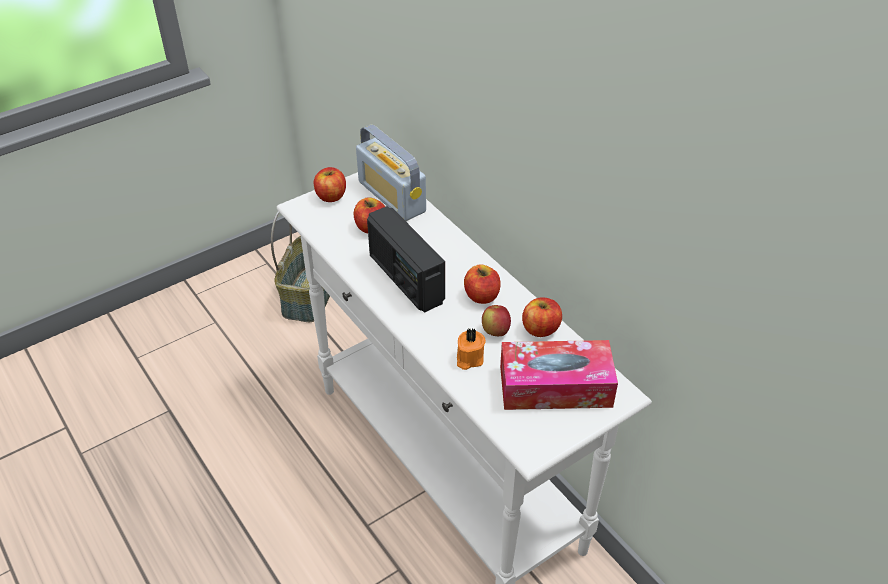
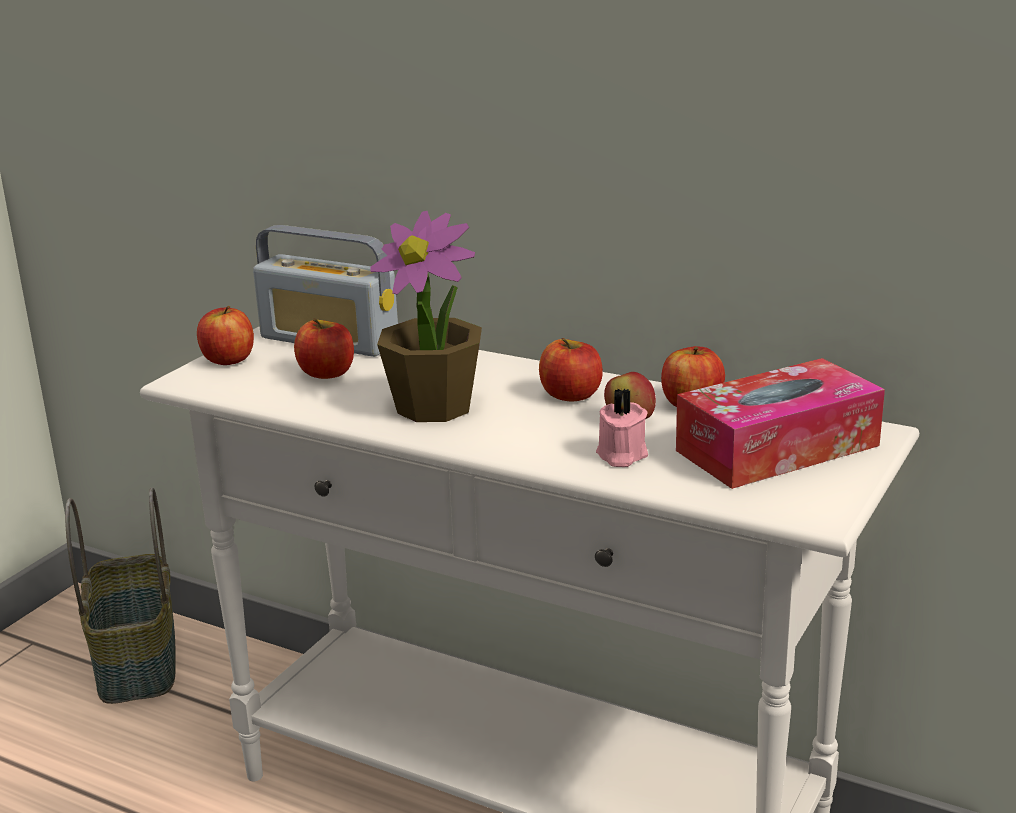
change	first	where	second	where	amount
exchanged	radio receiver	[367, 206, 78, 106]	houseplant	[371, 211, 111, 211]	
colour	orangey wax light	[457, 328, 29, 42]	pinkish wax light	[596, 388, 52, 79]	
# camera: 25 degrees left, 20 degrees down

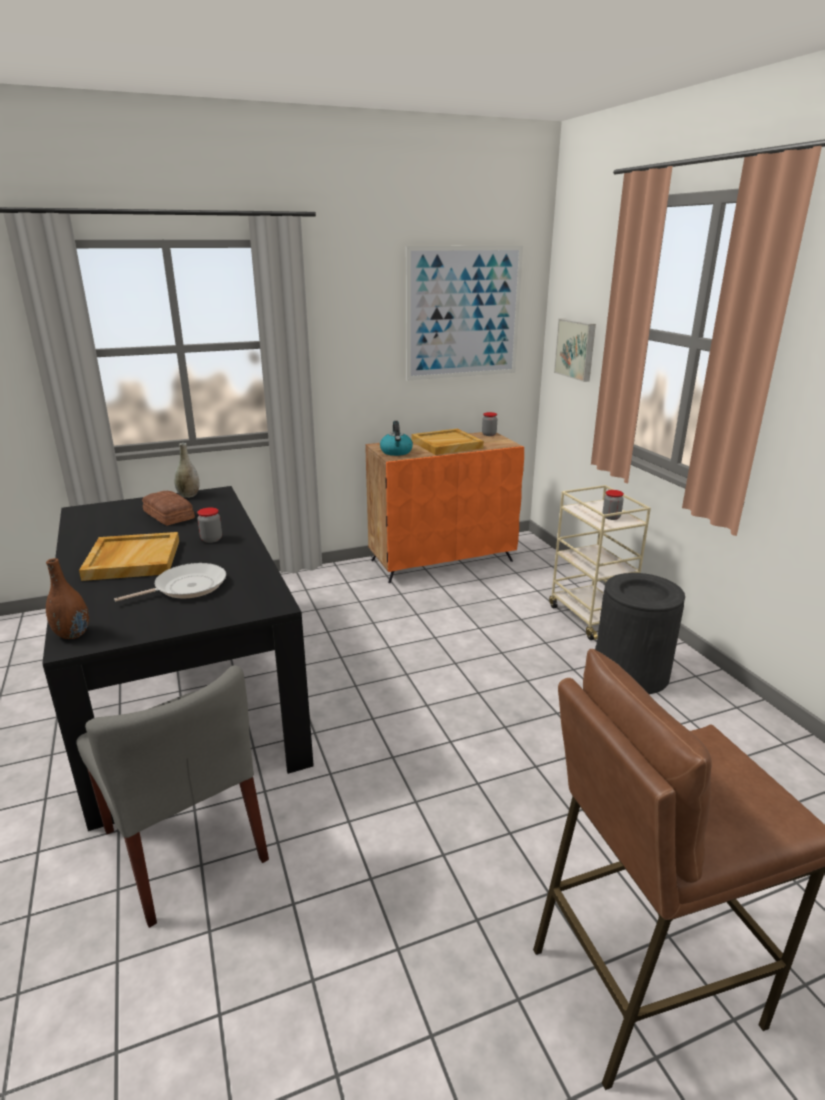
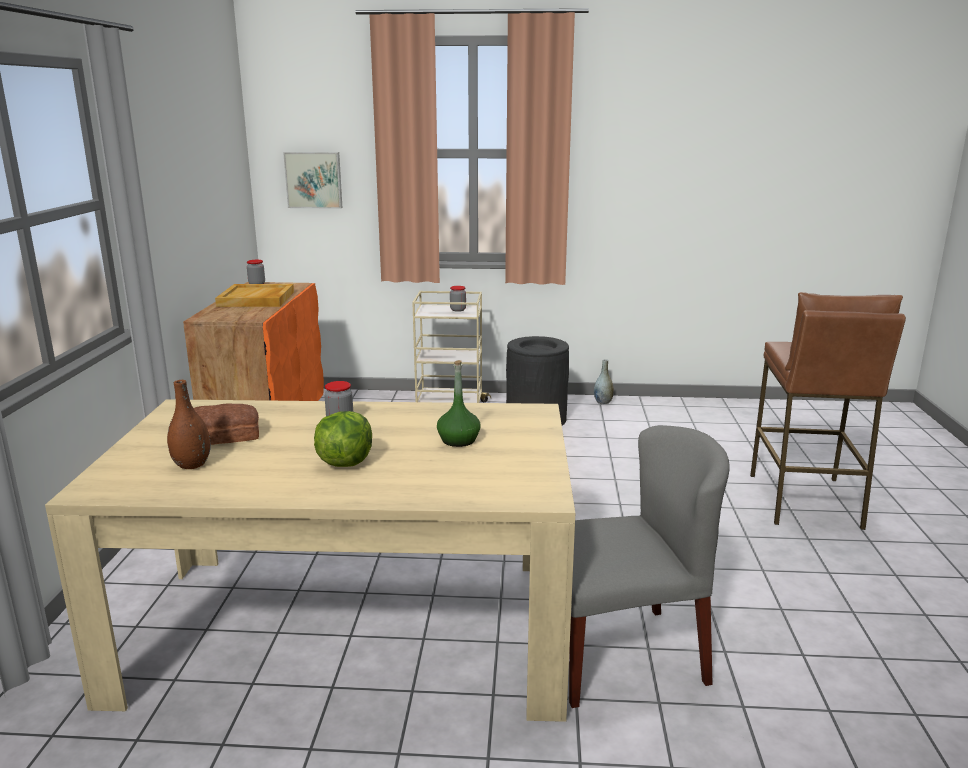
change	first	where	second	where	amount
missing	wall art	[406, 246, 117, 134]			
missing	tea kettle	[380, 421, 33, 35]			
relocated	gray vase	[174, 443, 26, 55]		[594, 359, 20, 45]	
colour	black dinner table	[42, 486, 272, 345]	sand-coloured dinner table	[45, 399, 530, 323]	
exchanged	sand-coloured carrying tray	[79, 532, 100, 49]	lettuce head	[314, 411, 58, 56]	
relocated	brown-coloured vase	[46, 558, 43, 81]		[167, 380, 44, 89]	
exchanged	frying pan	[114, 563, 112, 39]	green-coloured bottle	[437, 360, 44, 87]	
# camera: 65 degrees left, 5 degrees down

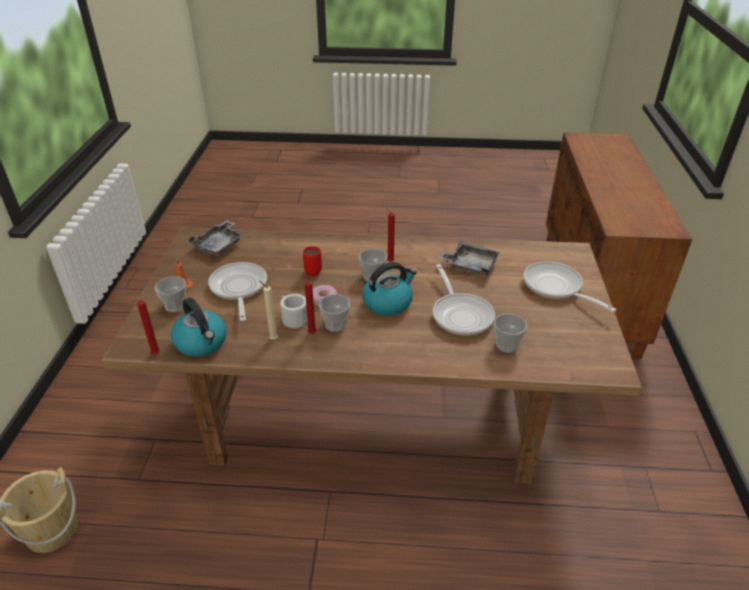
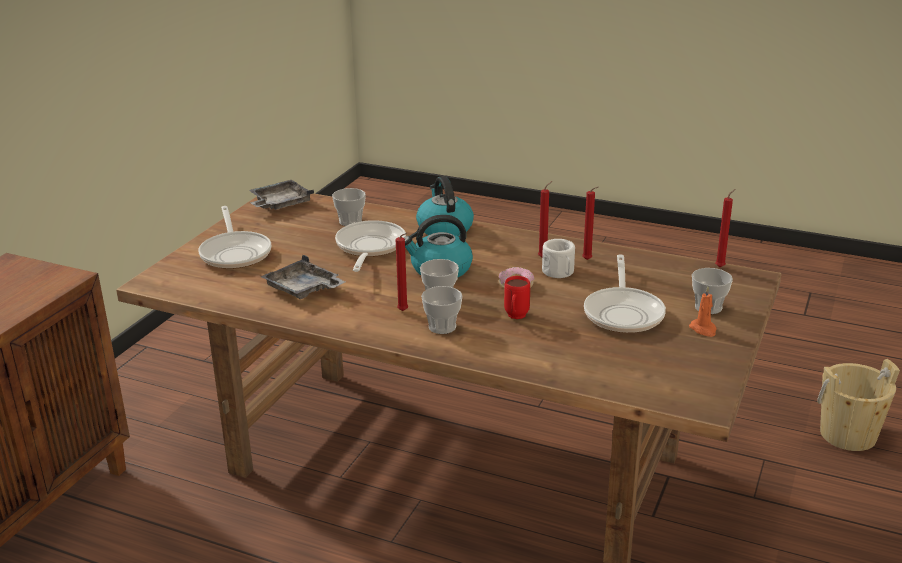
change	first	where	second	where	amount
relocated	gray carrying tray	[189, 220, 55, 36]		[249, 180, 65, 30]	
colour	sand-coloured wax light	[260, 281, 18, 58]	reddish wax light	[582, 187, 16, 73]	
relocated	cup	[319, 294, 31, 38]		[421, 286, 41, 48]	
relocated	tea kettle	[171, 297, 56, 60]		[416, 176, 58, 60]	
# camera: 160 degrees left, 10 degrees down

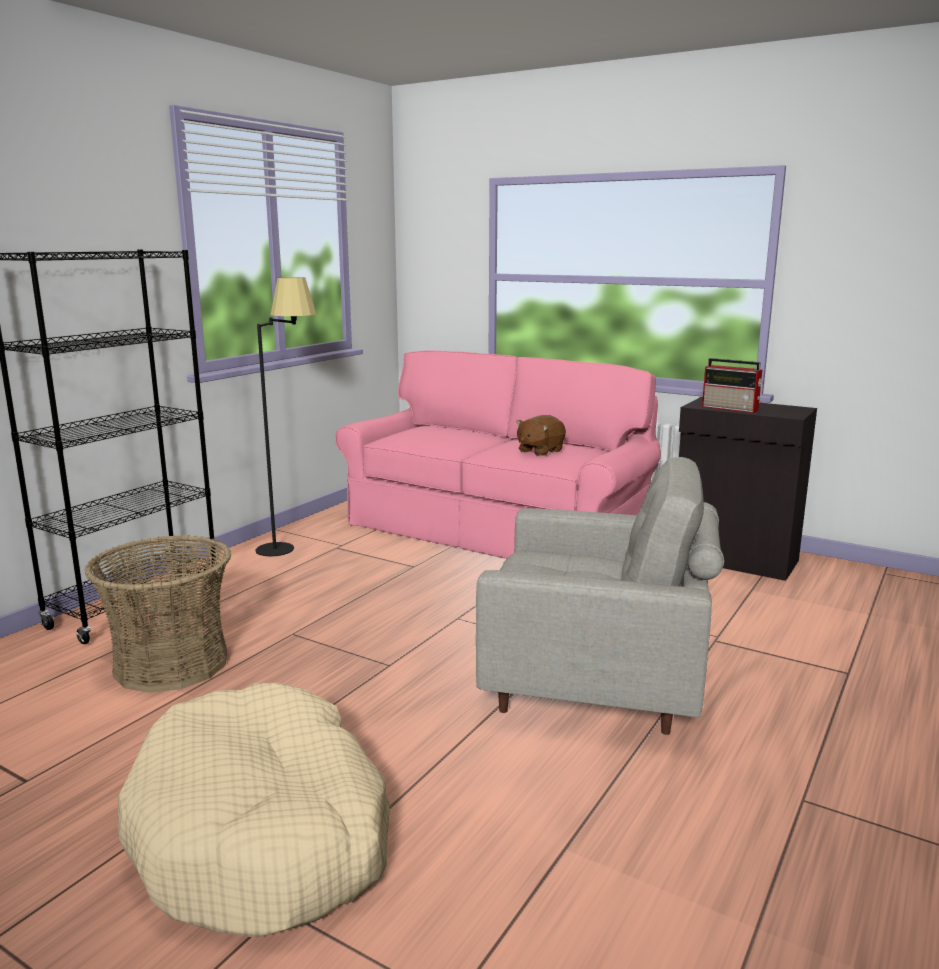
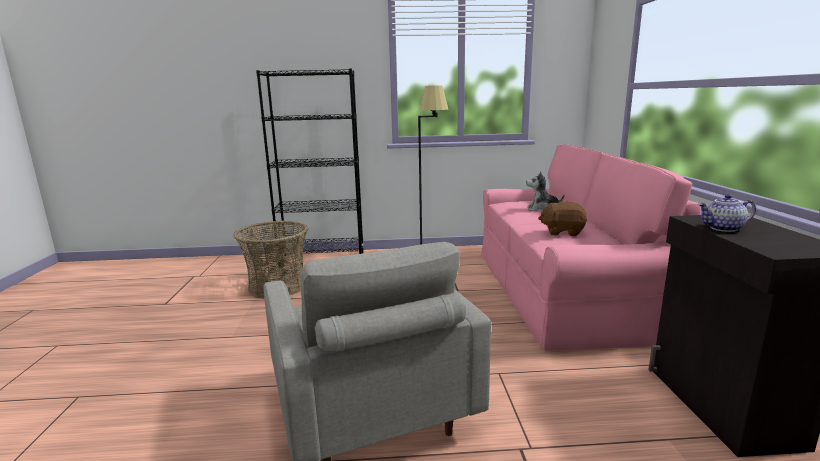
change	first	where	second	where	amount
exchanged	radio receiver	[702, 358, 62, 55]	pot for tea	[698, 194, 58, 38]	
missing	sand-coloured dog cushion	[118, 683, 272, 255]			
appeared			plush toy	[526, 172, 38, 40]	
# camera: 55 degrees right, 0 degrees up

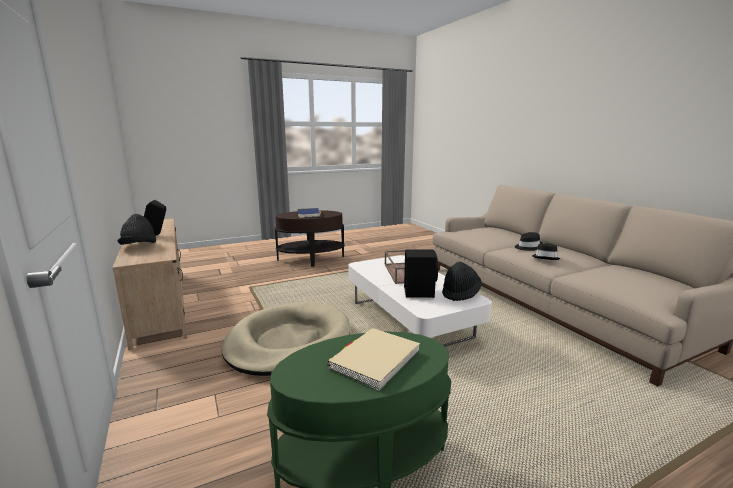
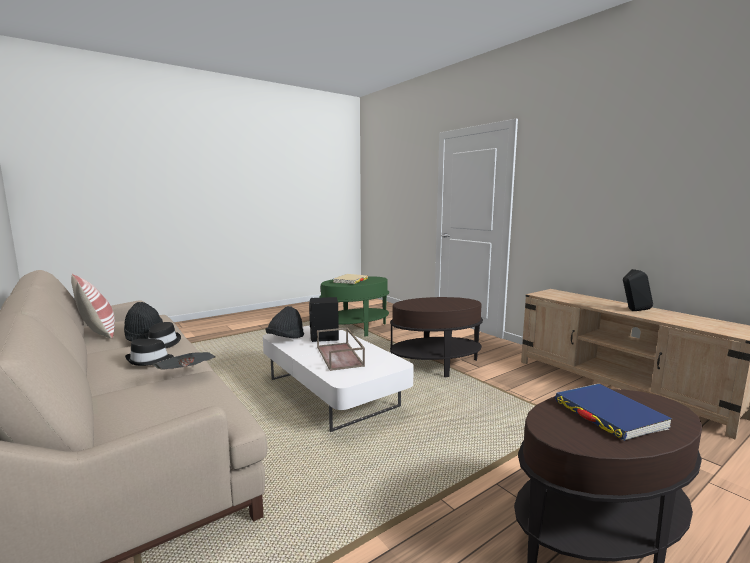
change	first	where	second	where	amount
relocated	black hat	[117, 214, 39, 31]		[124, 302, 39, 40]	
exchanged	sand-coloured dog cushion	[222, 302, 128, 74]	brown-coloured side table	[390, 297, 93, 80]	
appeared			pillow	[71, 274, 44, 65]	
appeared			newspaper	[152, 352, 64, 18]	
# camera: 170 degrees right, 5 degrees down

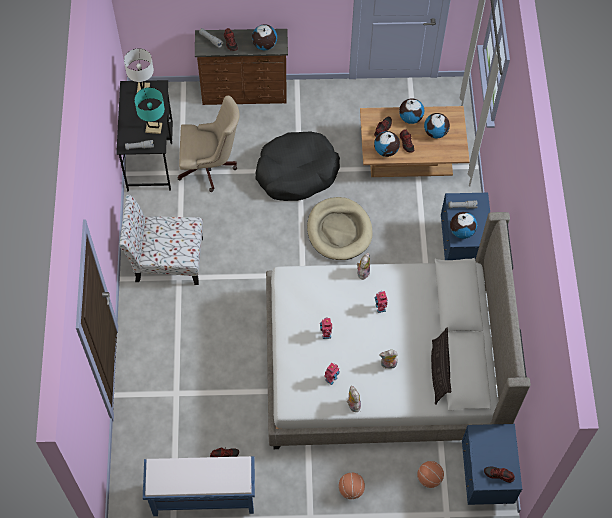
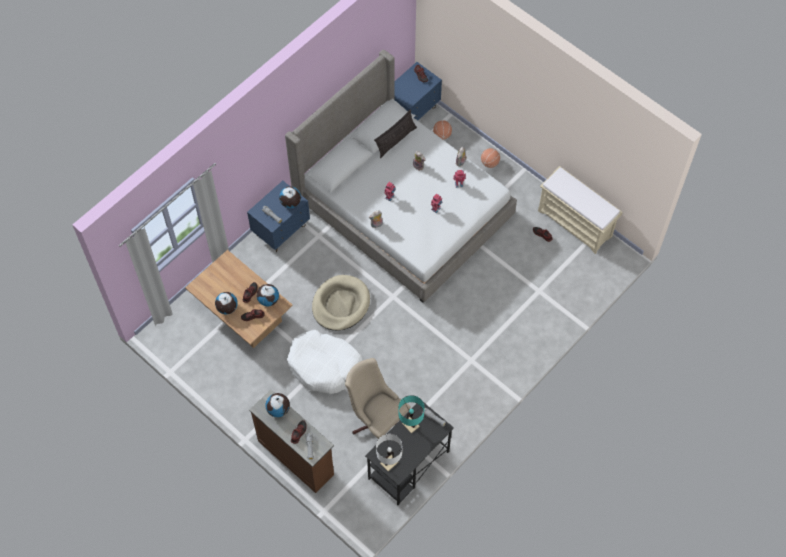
change	first	where	second	where	amount
missing	world globe	[424, 113, 26, 25]			
colour	black dog cushion	[255, 132, 85, 69]	whitish dog cushion	[287, 330, 76, 64]	
missing	plain chair	[119, 194, 84, 91]			
colour	bluish indoor bench	[143, 456, 112, 60]	sand-coloured indoor bench	[538, 166, 84, 88]	
# camera: 135 degrees left, 0 degrees up

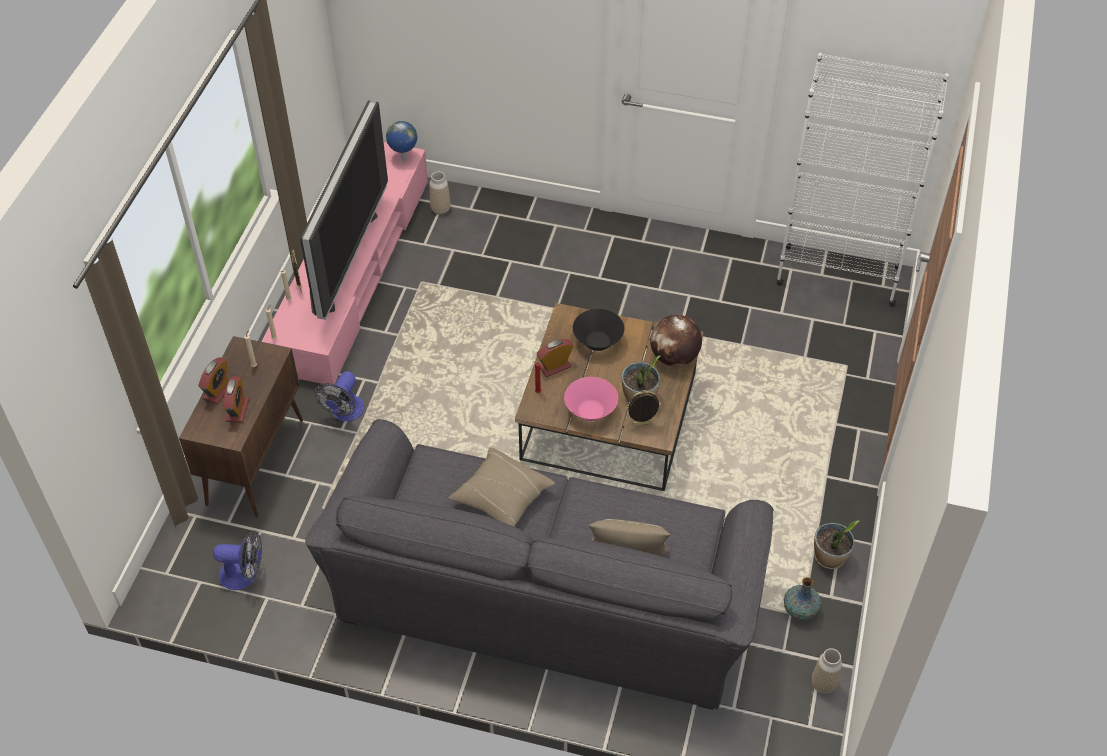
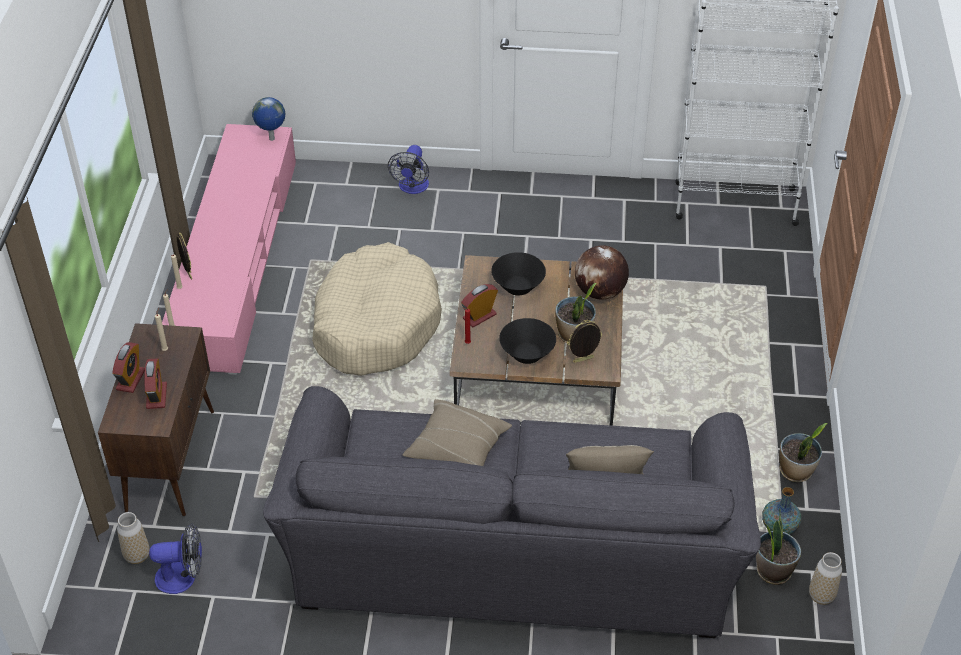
change	first	where	second	where	amount
missing	TV set	[300, 100, 88, 220]			
relocated	vase	[430, 171, 21, 44]		[117, 512, 33, 52]	
relocated	electric fan	[314, 371, 50, 50]		[388, 145, 41, 49]	
colour	pinkish deep dish	[564, 377, 54, 44]	black deep dish	[499, 318, 57, 46]	
appeared			sand-coloured dog cushion	[312, 242, 130, 134]	
appeared			houseplant	[756, 508, 45, 77]	
# camera: 10 degrees left, 5 degrees down

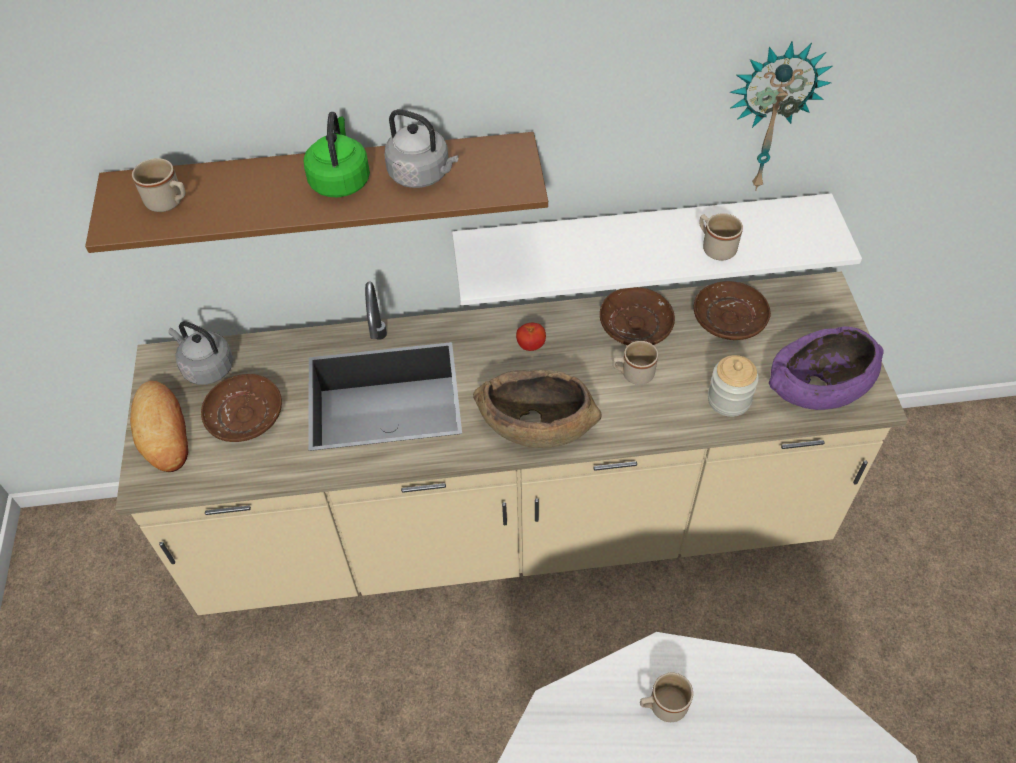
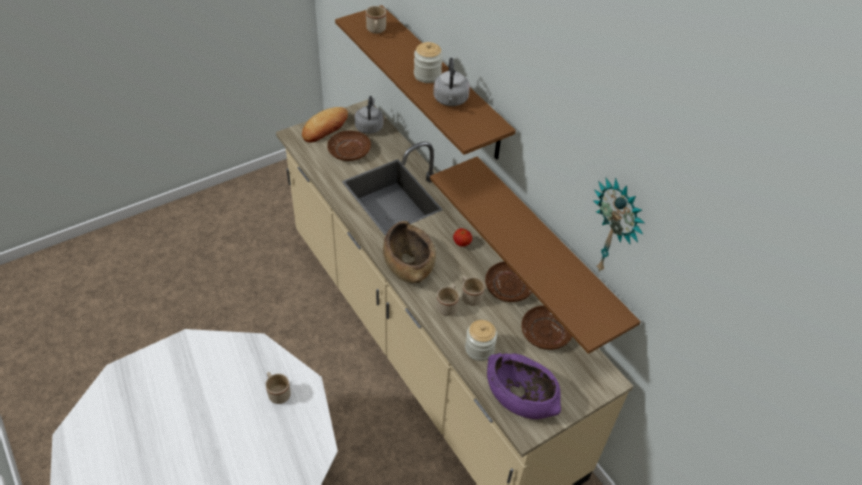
change	first	where	second	where	amount
exchanged	green-coloured tea kettle	[303, 112, 67, 86]	preserve jar	[414, 42, 29, 41]	
colour	whitish shelf	[452, 193, 410, 112]	brown-coloured shelf	[430, 156, 211, 198]	
relocated	sand-coloured tea mug	[699, 213, 44, 47]		[437, 284, 22, 32]	
# camera: 60 degrees right, 5 degrees down

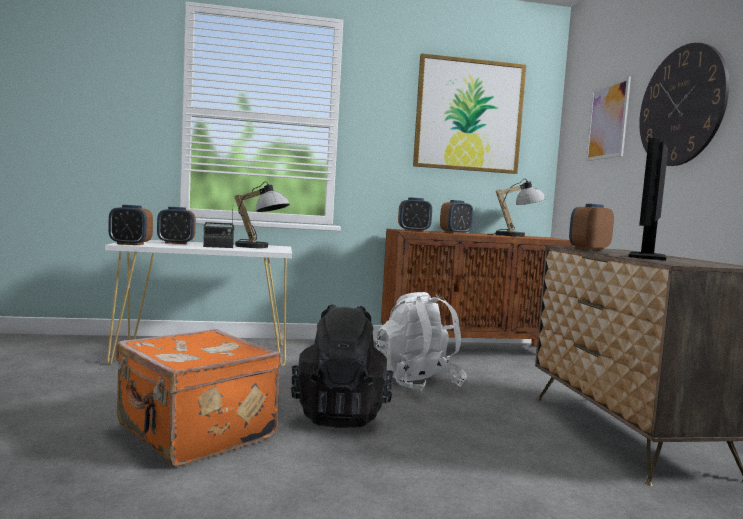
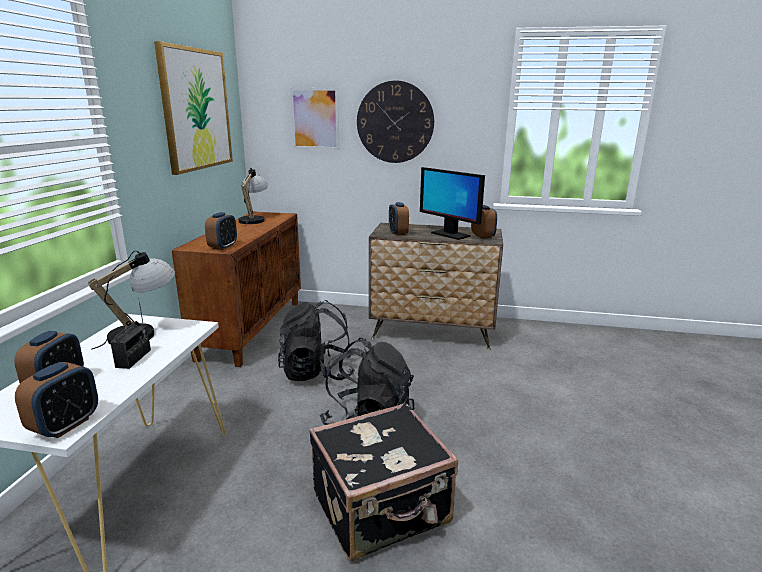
change	first	where	second	where	amount
relocated	table clock	[440, 200, 33, 34]		[471, 205, 26, 34]	
colour	whitish rucksack	[375, 292, 92, 99]	black rucksack	[278, 300, 77, 81]	
colour	orangey piece of luggage	[116, 329, 165, 138]	black piece of luggage	[309, 402, 149, 160]	
# camera: 70 degrees left, 15 degrees up

